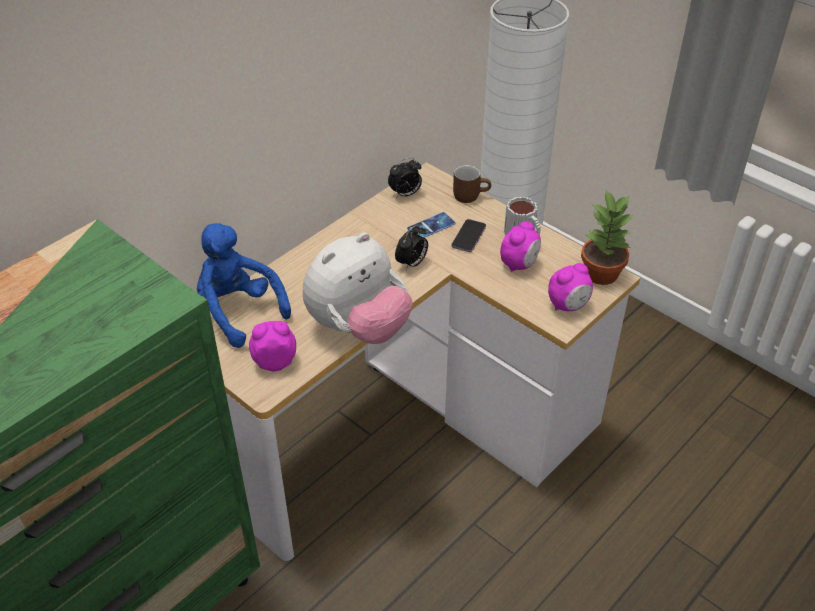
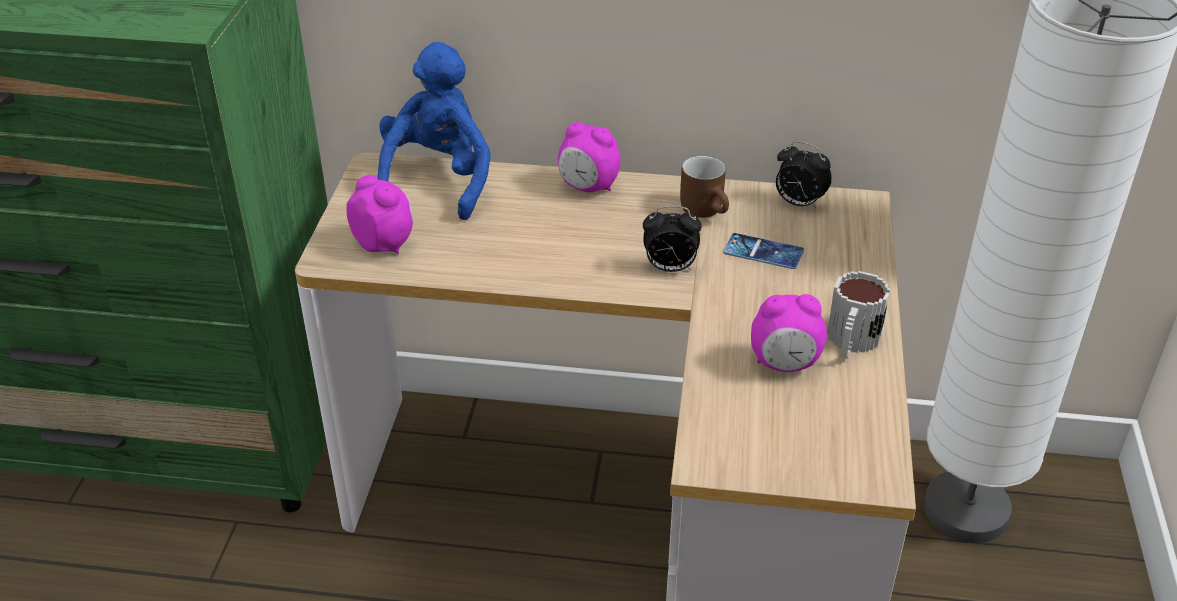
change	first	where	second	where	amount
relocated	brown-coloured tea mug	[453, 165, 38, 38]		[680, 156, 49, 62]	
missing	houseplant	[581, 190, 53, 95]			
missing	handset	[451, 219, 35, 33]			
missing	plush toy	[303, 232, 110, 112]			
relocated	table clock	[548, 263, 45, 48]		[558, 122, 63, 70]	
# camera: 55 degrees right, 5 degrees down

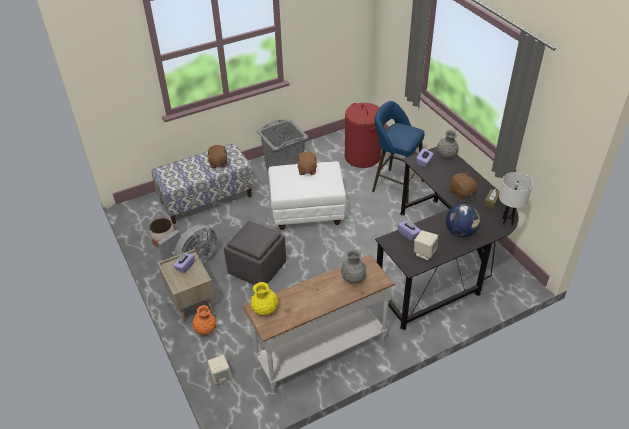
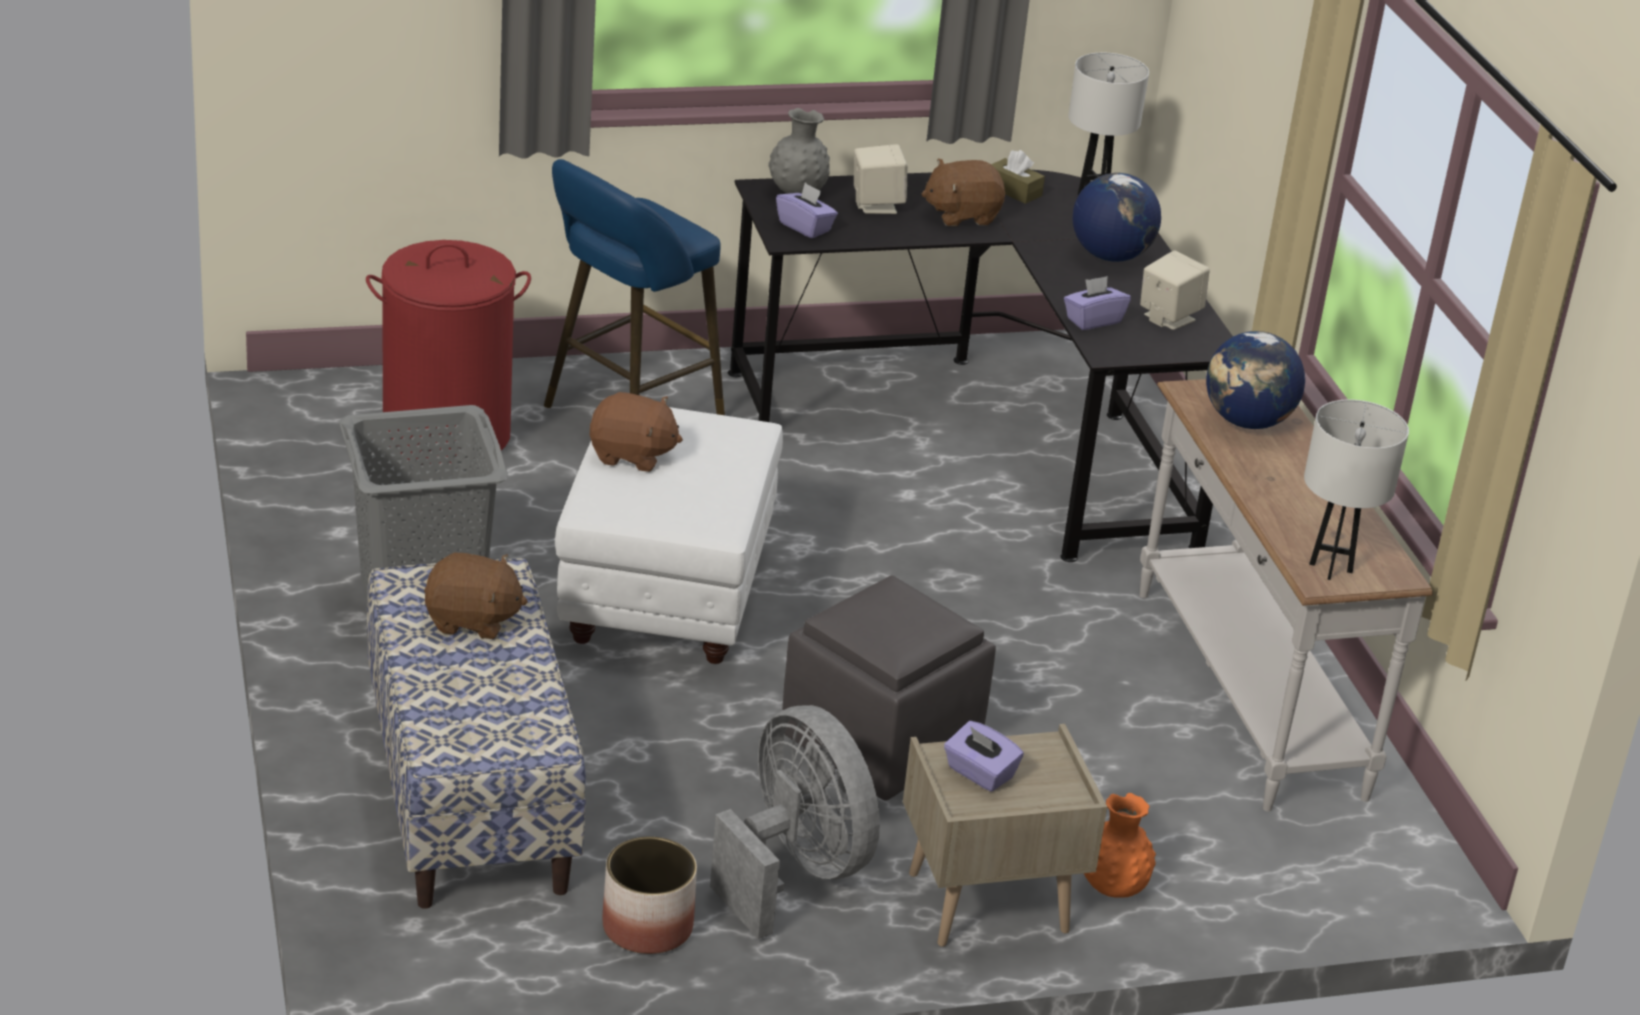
change	first	where	second	where	amount
exchanged	gray vase	[341, 249, 25, 35]	world globe	[1206, 331, 99, 98]	
exchanged	yellow-coloured vase	[251, 282, 27, 34]	whitish table lamp	[1304, 399, 105, 181]	
relocated	sand-coloured speaker	[208, 355, 23, 29]		[854, 144, 54, 70]	
# camera: 80 degrees left, 10 degrees down

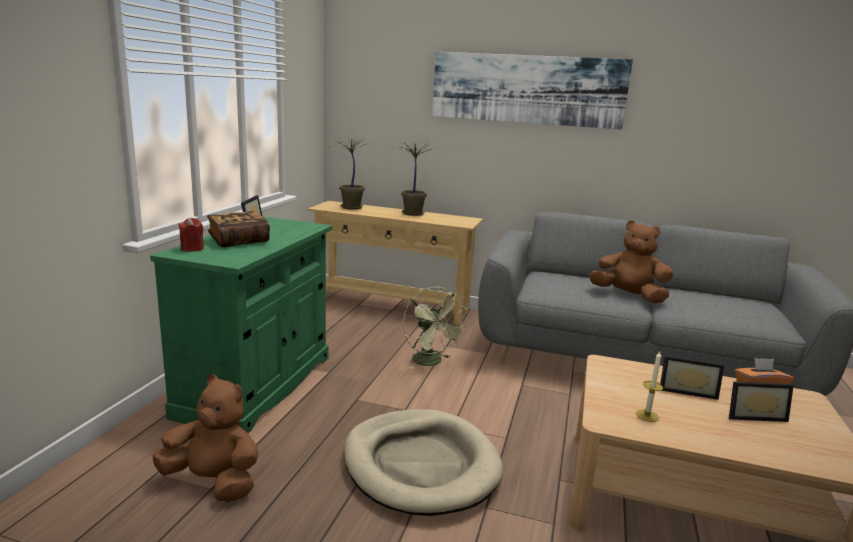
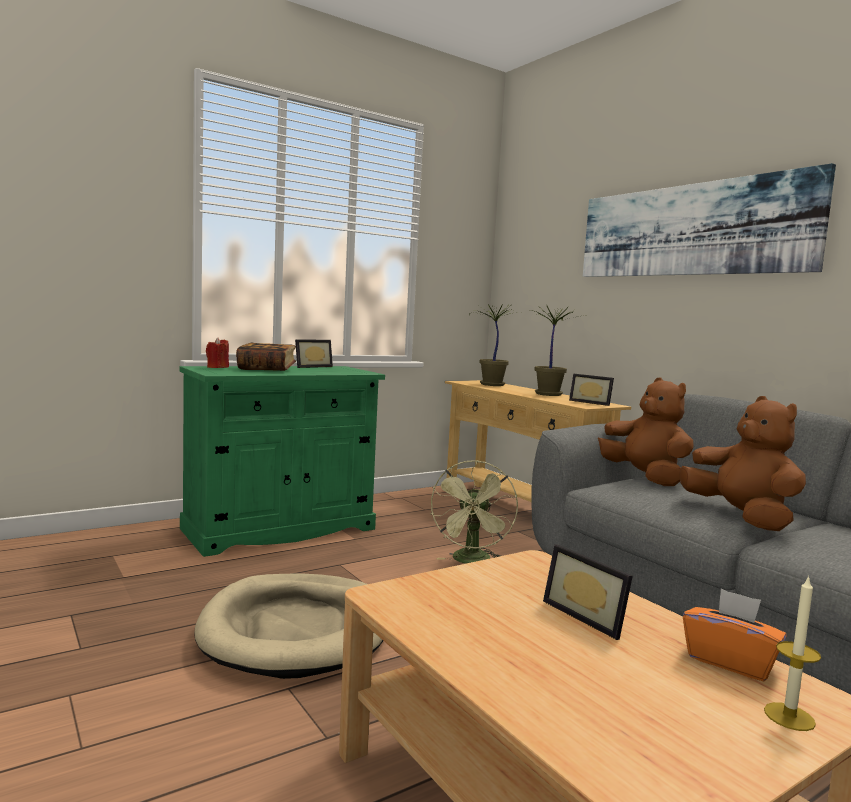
change	first	where	second	where	amount
relocated	wax light	[636, 351, 27, 71]		[764, 575, 57, 156]	
relocated	brown-coloured plush toy	[153, 374, 105, 128]		[598, 377, 96, 109]	
relocated	standing frame	[729, 381, 65, 41]		[569, 373, 45, 33]	
# camera: 40 degrees right, 10 degrees down

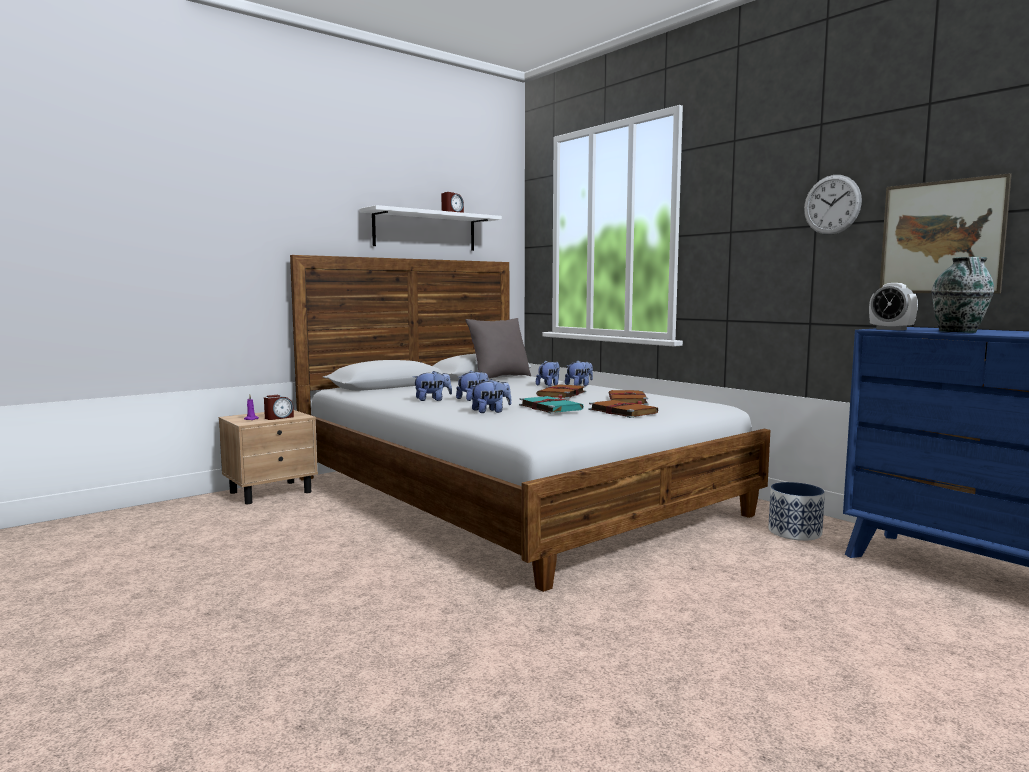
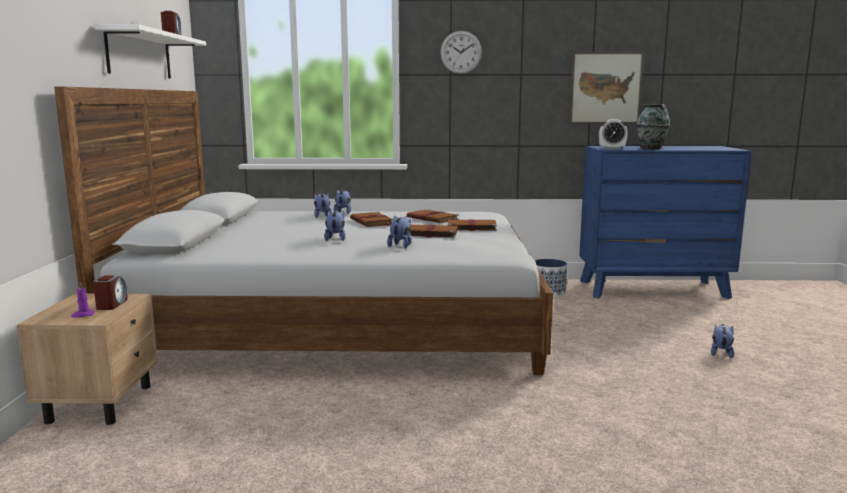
change	first	where	second	where	amount
relocated	clock on the wall	[804, 175, 58, 60]		[440, 31, 42, 43]	
missing	gray pillow	[465, 318, 66, 61]			
relocated	plush toy	[413, 371, 39, 30]		[711, 324, 23, 35]	
colour	blue-green volume	[519, 396, 65, 18]	brown-coloured volume	[410, 225, 48, 13]	
# camera: 50 degrees left, 5 degrees up

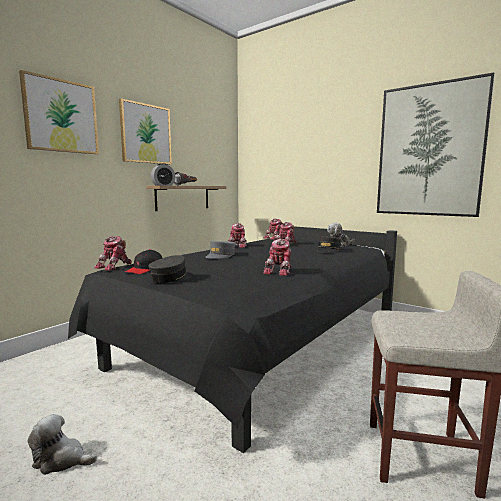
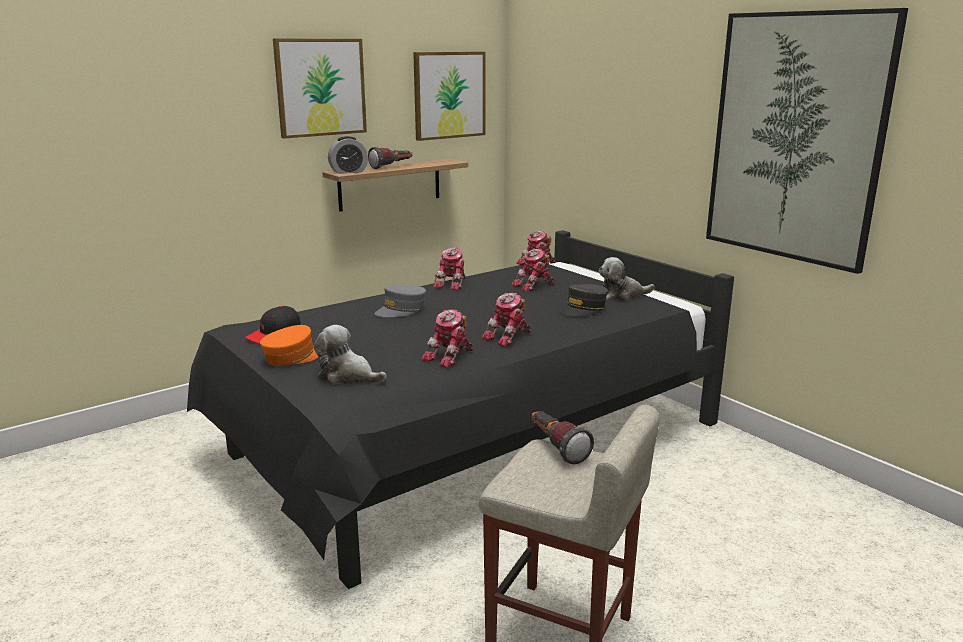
change	first	where	second	where	amount
relocated	wall art	[19, 70, 80, 84]		[413, 52, 73, 89]	
relocated	robot figure	[94, 236, 38, 35]		[481, 293, 50, 54]	
colour	gray cap	[148, 255, 45, 28]	orangey cap	[260, 325, 58, 41]	
relocated	plush toy	[27, 414, 70, 61]		[314, 325, 73, 59]	
appeared			flashlight	[532, 411, 62, 53]	
# camera: 15 degrees right, 10 degrees up

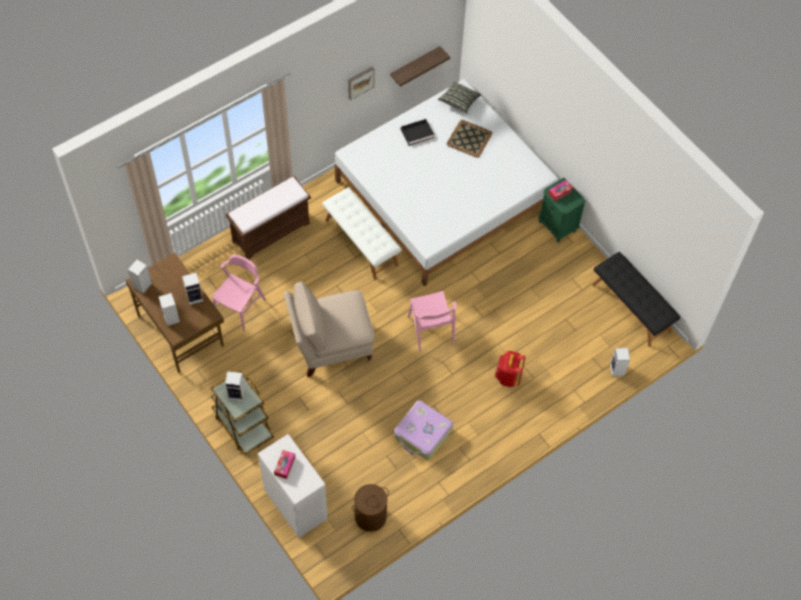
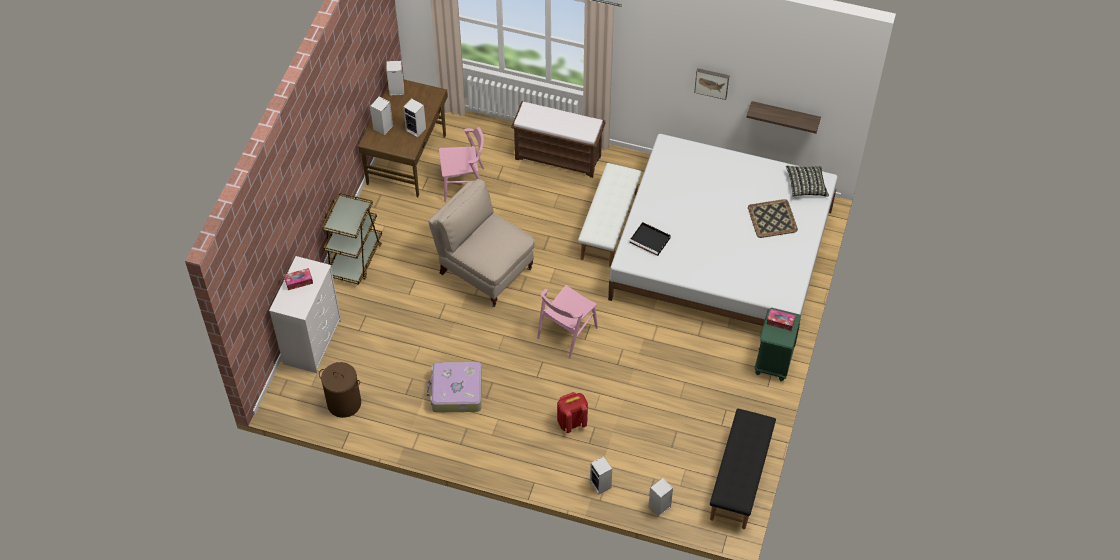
change	first	where	second	where	amount
relocated	black carrying tray	[401, 119, 34, 27]		[629, 222, 42, 34]	
relocated	speaker	[225, 371, 20, 30]		[590, 456, 22, 39]	
# camera: 55 degrees right, 5 degrees down

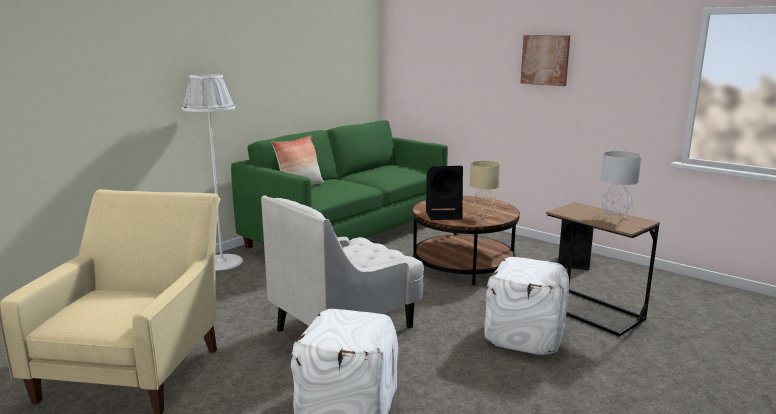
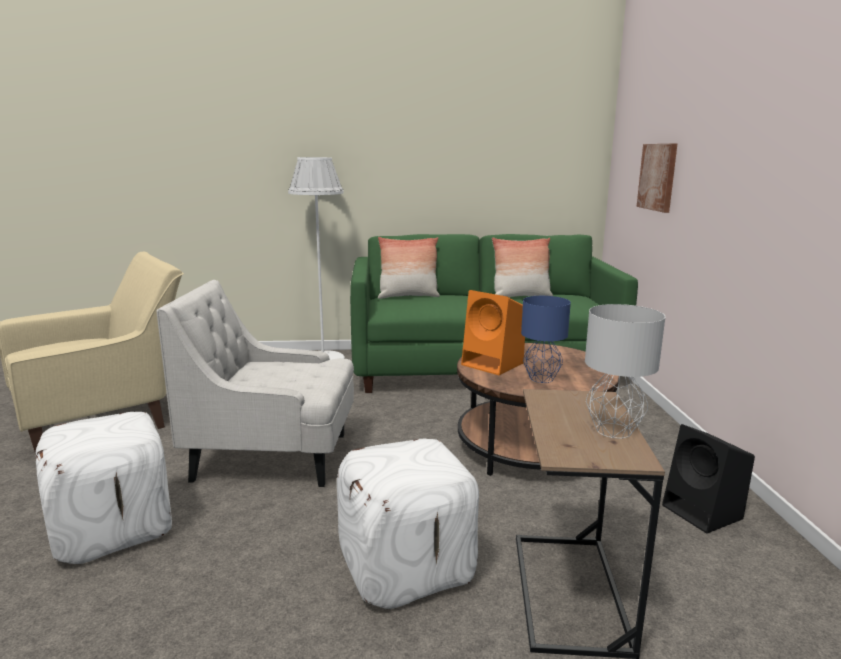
change	first	where	second	where	amount
relocated	wall art	[520, 35, 50, 51]		[637, 143, 41, 70]	
colour	sand-coloured table lamp	[470, 161, 31, 56]	bluish table lamp	[521, 296, 50, 87]	
colour	black speaker	[426, 166, 37, 54]	orangey speaker	[461, 290, 64, 85]	
appeared			pillow	[492, 237, 61, 60]	
# camera: 45 degrees right, 0 degrees up

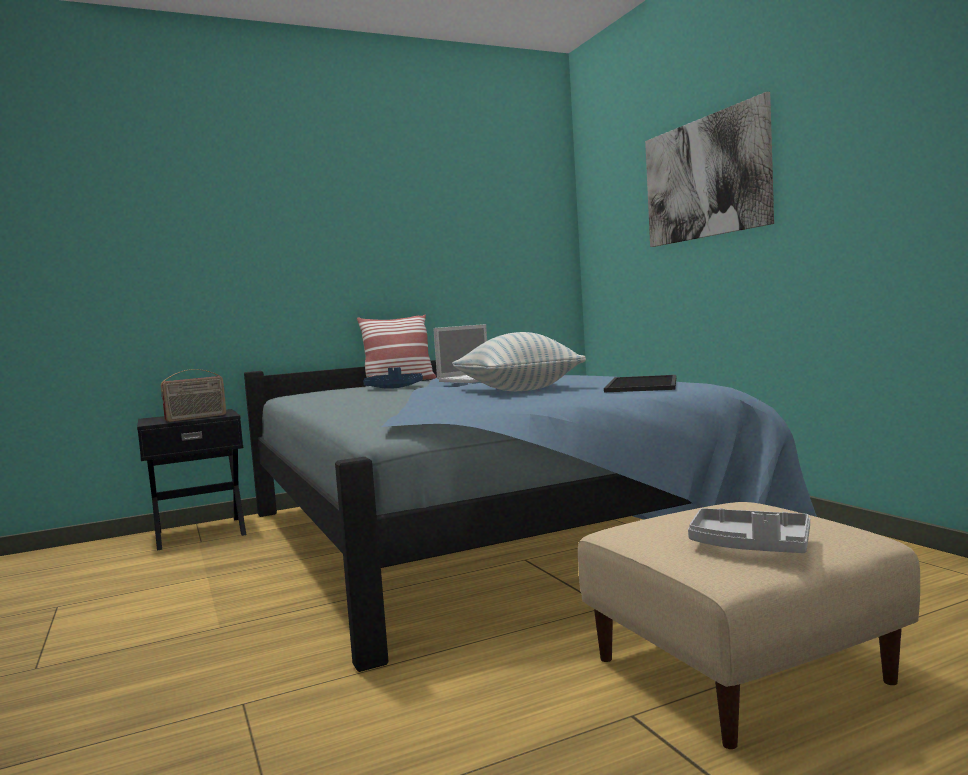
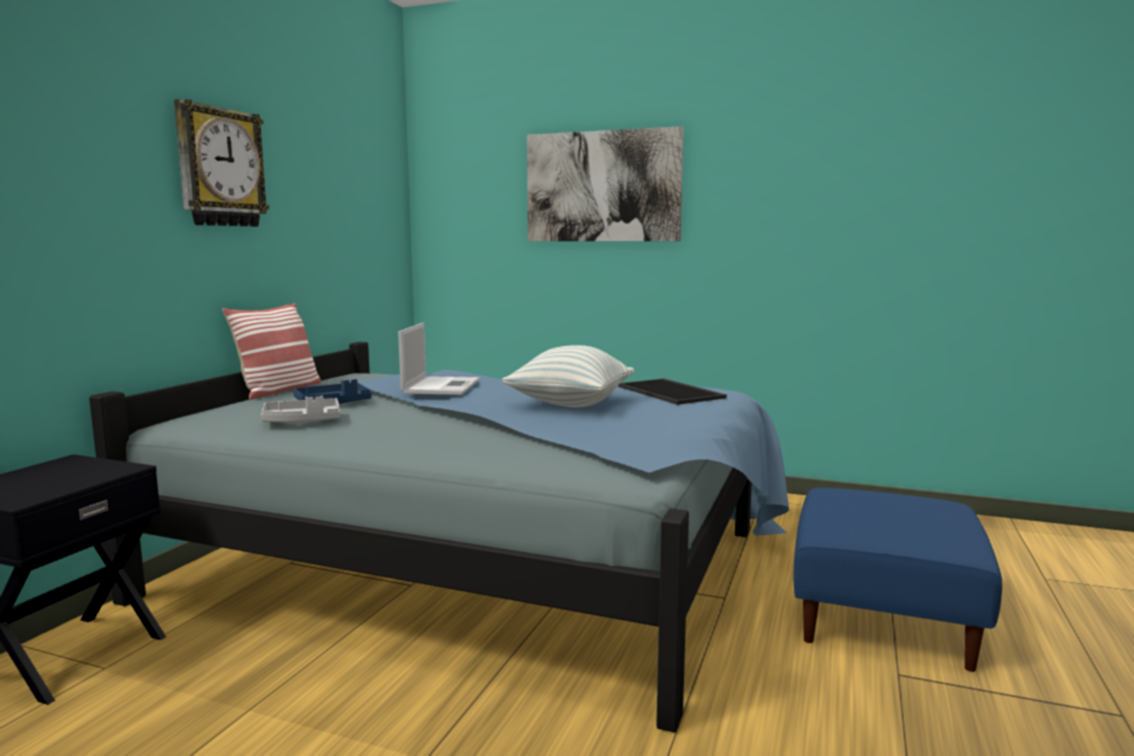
change	first	where	second	where	amount
missing	radio receiver	[161, 369, 65, 53]			
colour	sand-coloured ottoman	[578, 502, 342, 247]	bluish ottoman	[794, 488, 208, 184]	
relocated	gray carrying tray	[688, 508, 122, 45]		[261, 396, 79, 27]	
appeared			clock on the wall	[174, 99, 96, 128]	
# camera: 45 degrees left, 5 degrees up

